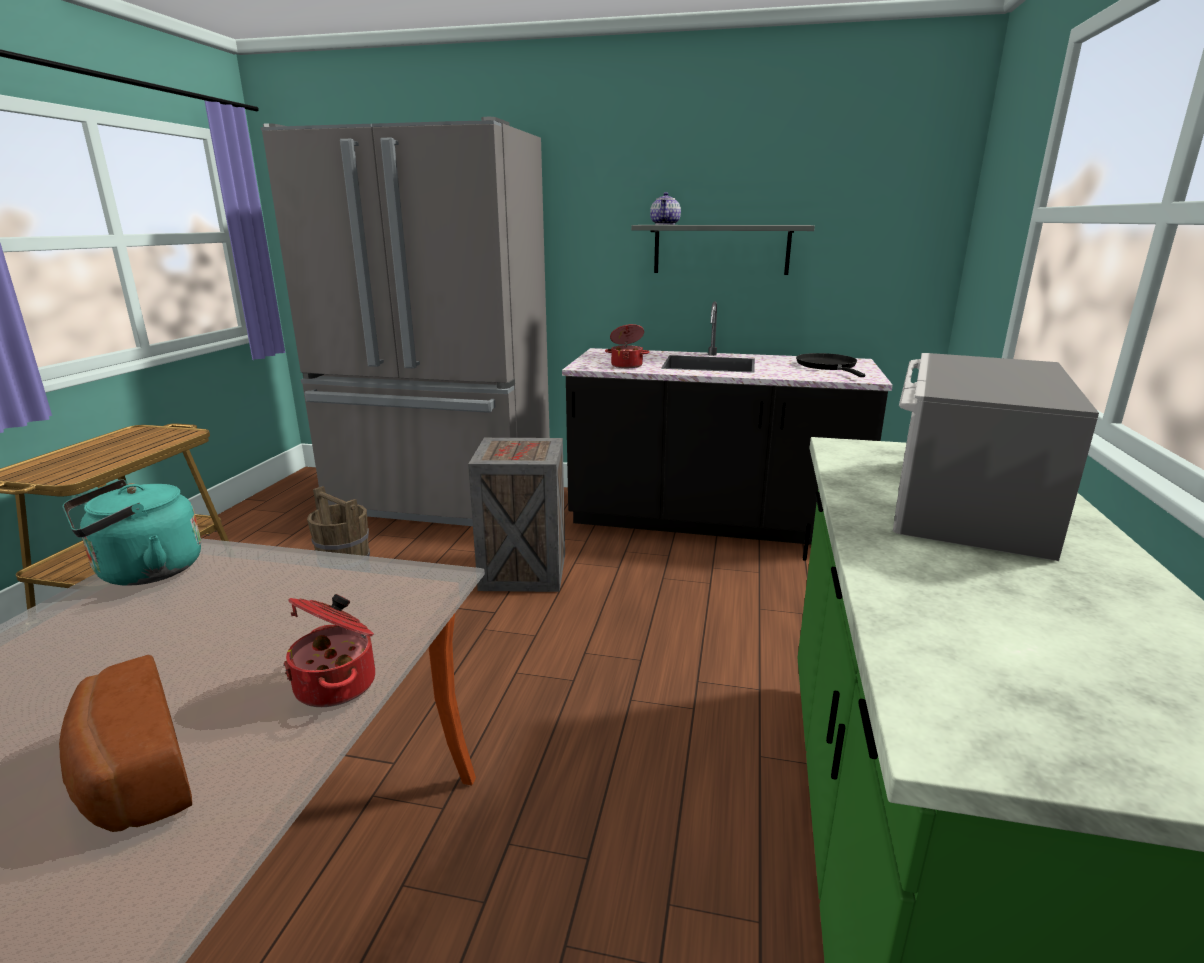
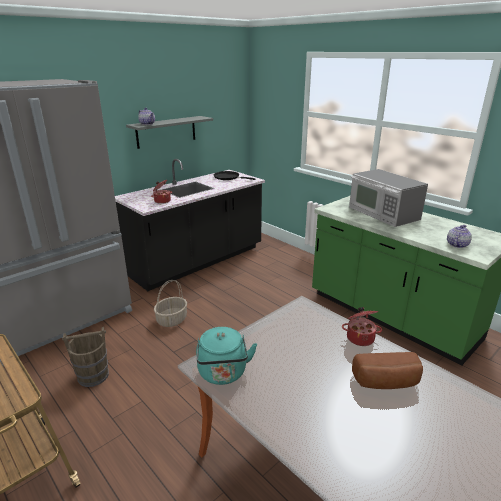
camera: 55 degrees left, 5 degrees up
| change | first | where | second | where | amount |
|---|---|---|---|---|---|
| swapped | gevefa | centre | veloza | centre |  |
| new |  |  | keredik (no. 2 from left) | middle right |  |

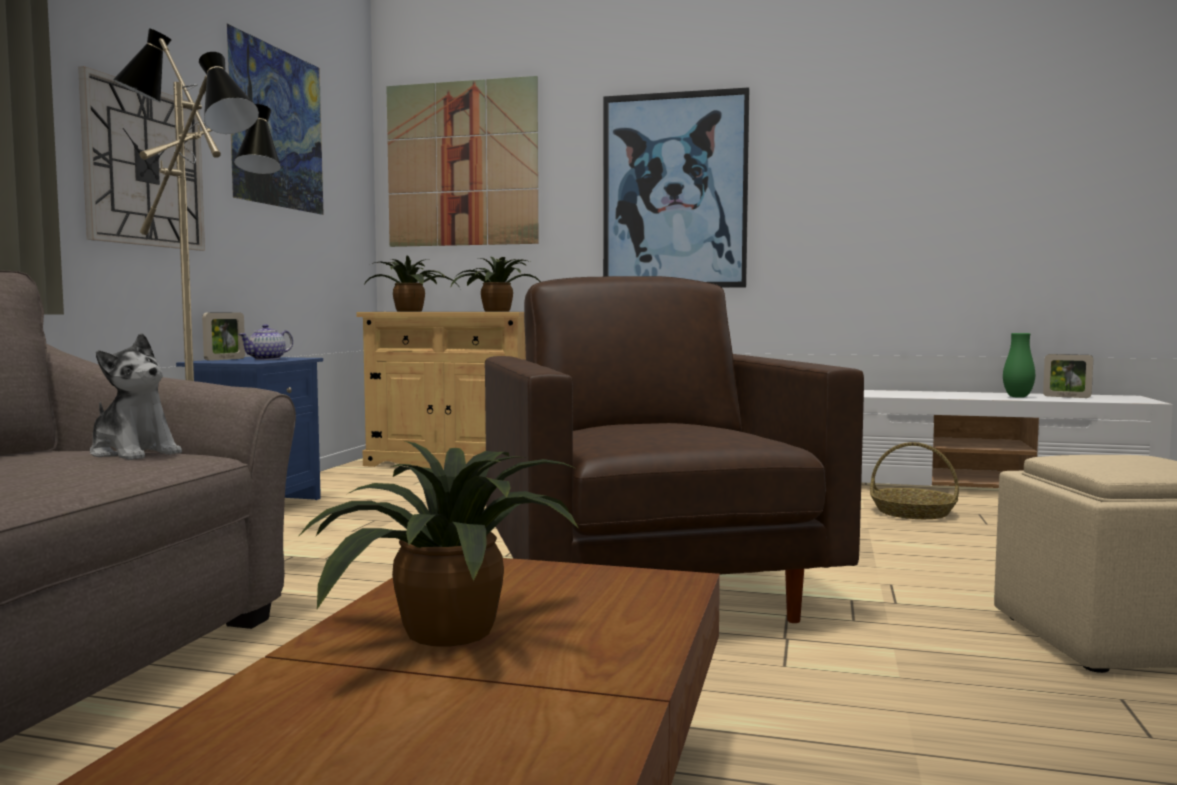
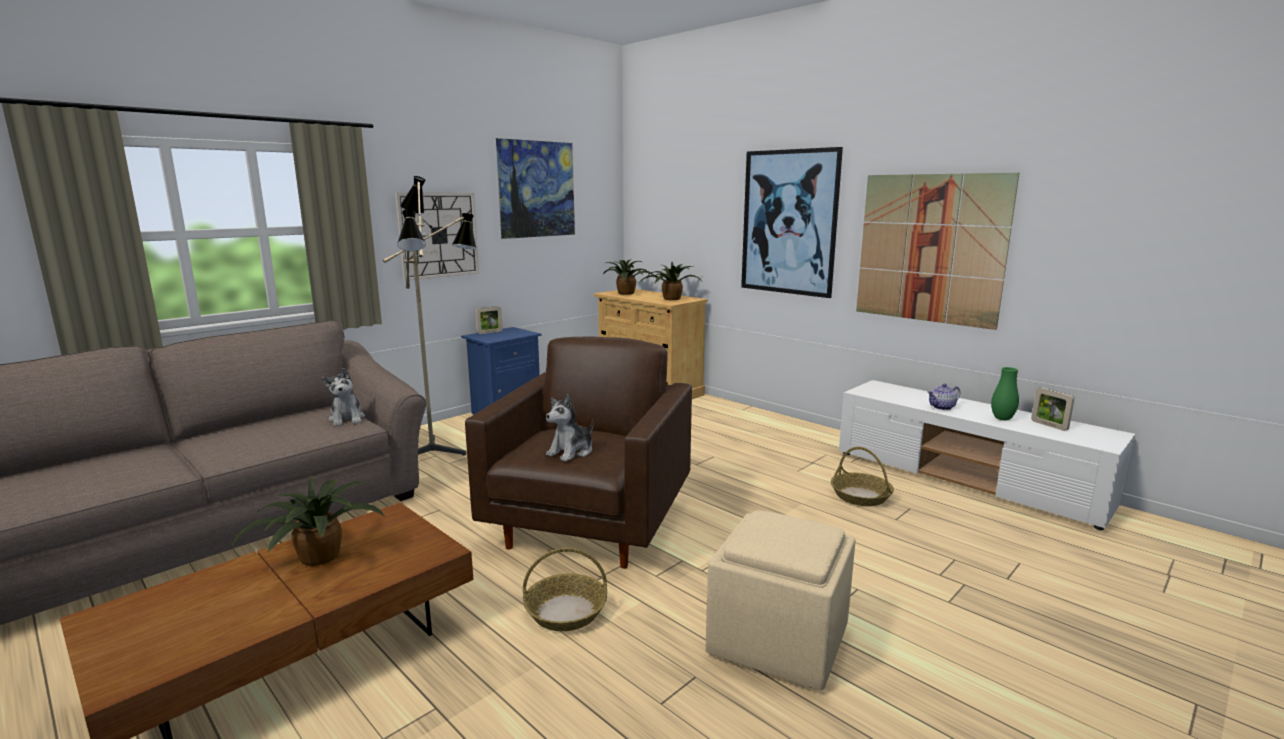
camera: 30 degrees right, 10 degrees up
| change | first | where | second | where | amount |
|---|---|---|---|---|---|
| shifted | keredik | middle left |  | middle right |  |
| shifted | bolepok (no. 2 from left in the first image) | top centre | bolepok (no. 3 from left) | middle right |  |
| new |  |  | veloza (no. 1 from left) | bottom centre |  |
| new |  |  | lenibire (no. 2 from left) | centre |  |

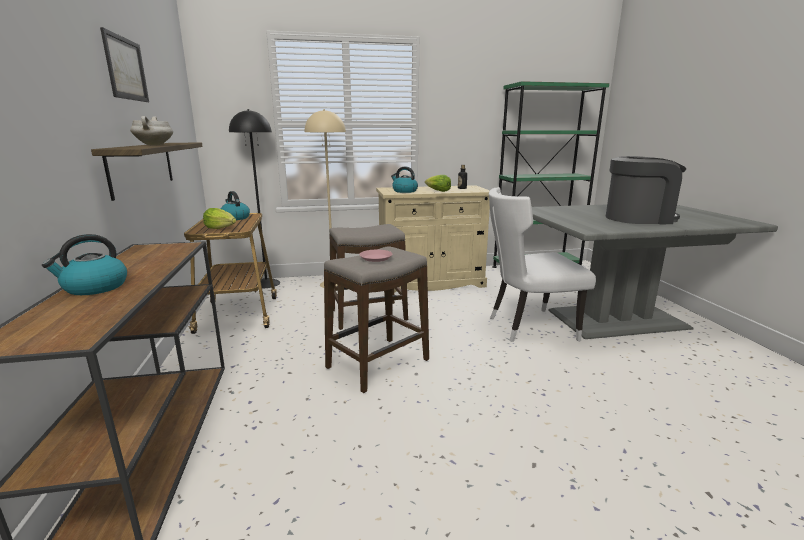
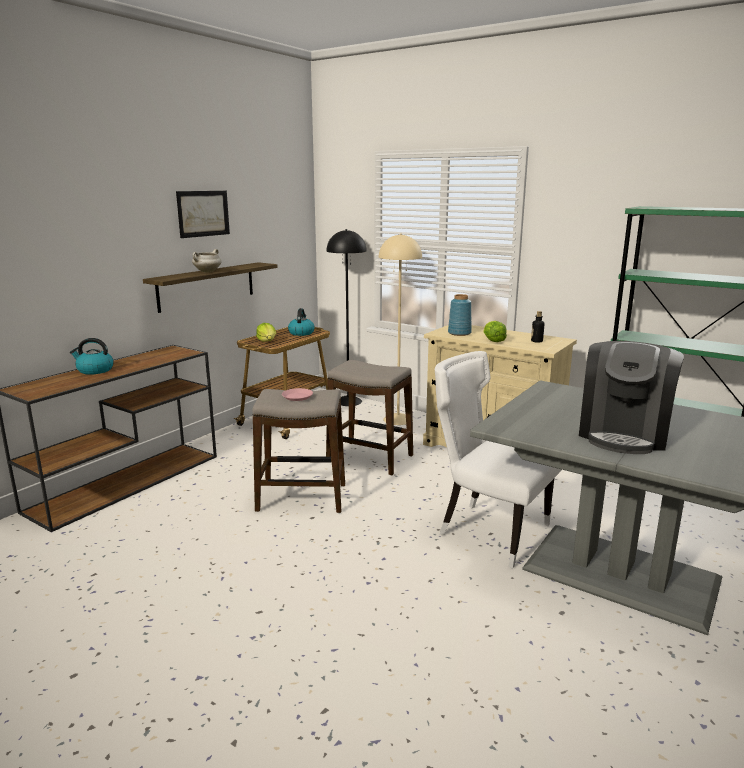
camera: 45 degrees right, 0 degrees up
| change | first | where | second | where | amount |
|---|---|---|---|---|---|
| swapped | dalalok (no. 3 from left) | centre | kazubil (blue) | centre |  |
| rotated | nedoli | middle right |  | middle right | 75 degrees clockwise |

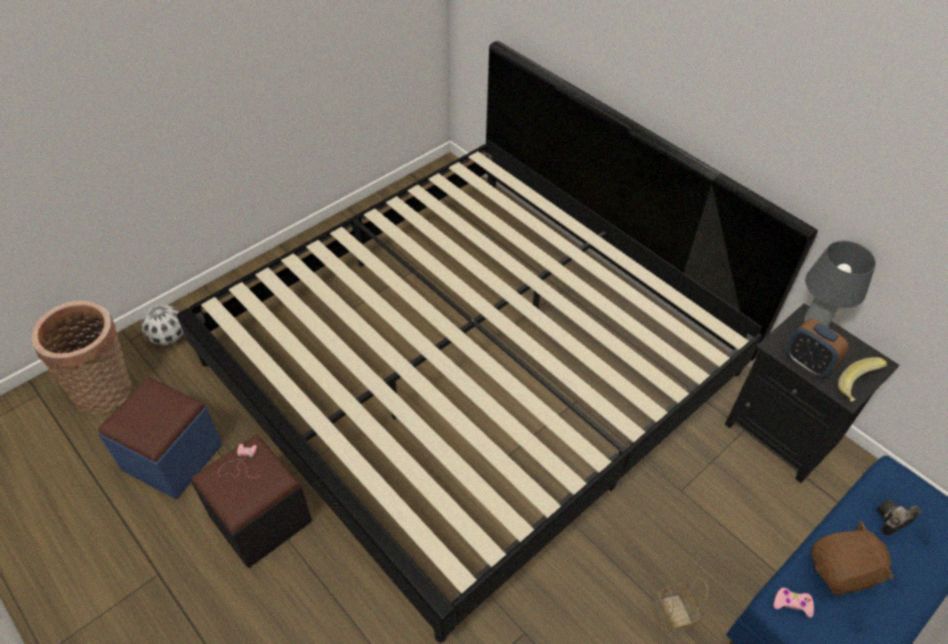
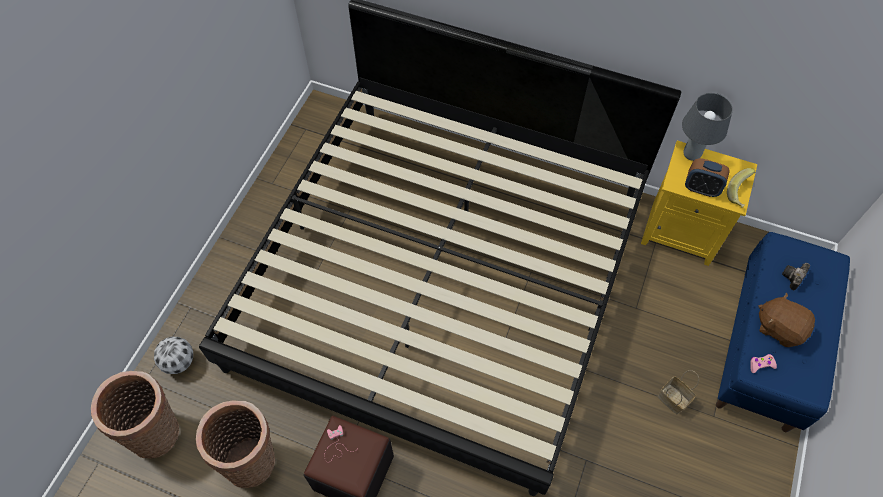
camera: 25 degrees left, 10 degrees up
| change | first | where | second | where | amount |
|---|---|---|---|---|---|
| swapped | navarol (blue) | bottom left | veloza (no. 2 from left) | bottom left |  |
| repainted | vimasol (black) | middle right | vimasol (yellow) | middle right |  |
| rotated | lenibire (brown) | bottom right |  | middle right | 105 degrees counterclockwise |

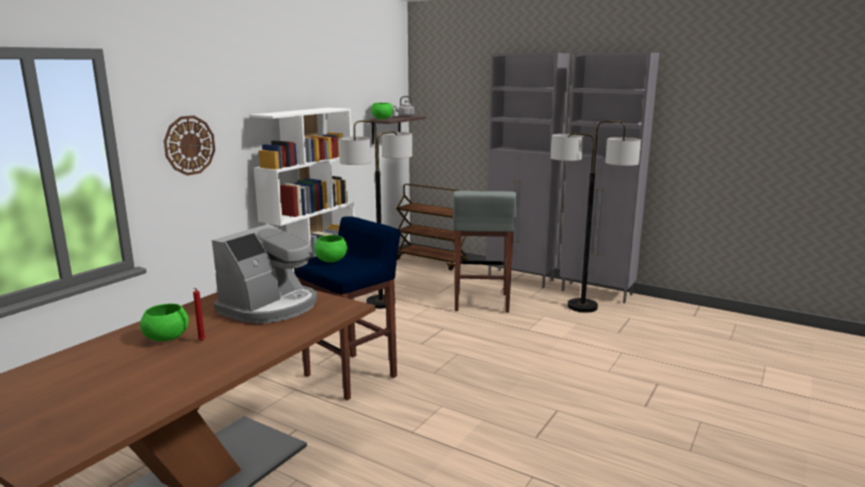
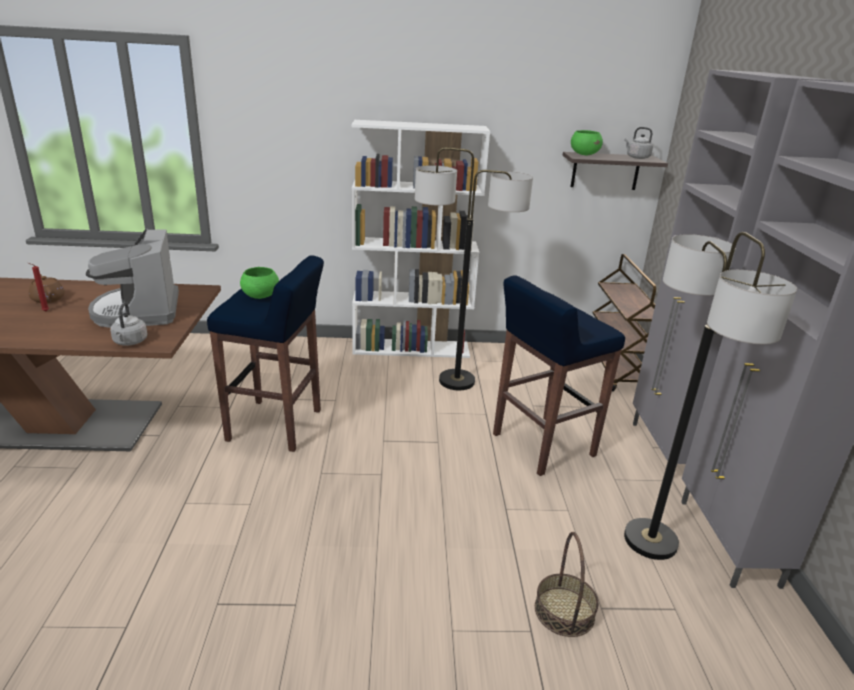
camera: 55 degrees right, 10 degrees up
| change | first | where | second | where | amount |
|---|---|---|---|---|---|
| swapped | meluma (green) (no. 1 from left) | middle left | keredik (brown) | middle left |  |
| gone | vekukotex | top left |  |  |  |
| rotated | nedoli | middle left |  | middle left | 75 degrees clockwise |
| repainted | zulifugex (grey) | centre | zulifugex (blue) (no. 2 from left) | centre |  |
| new |  |  | dalalok (grey) (no. 1 from left) | middle left |  |
| new |  |  | veloza | bottom centre |  |

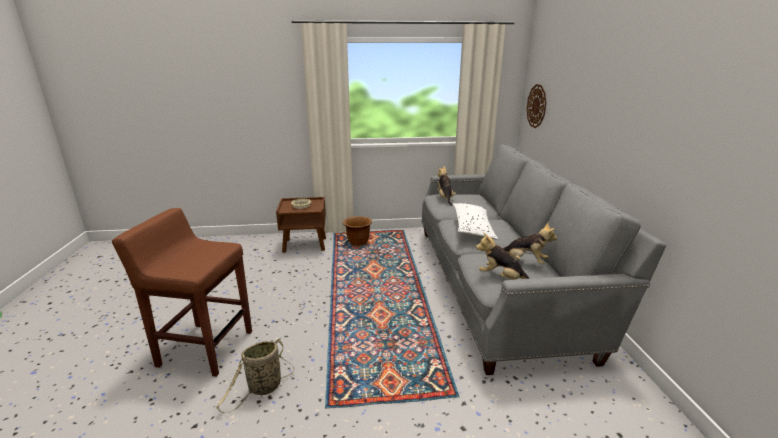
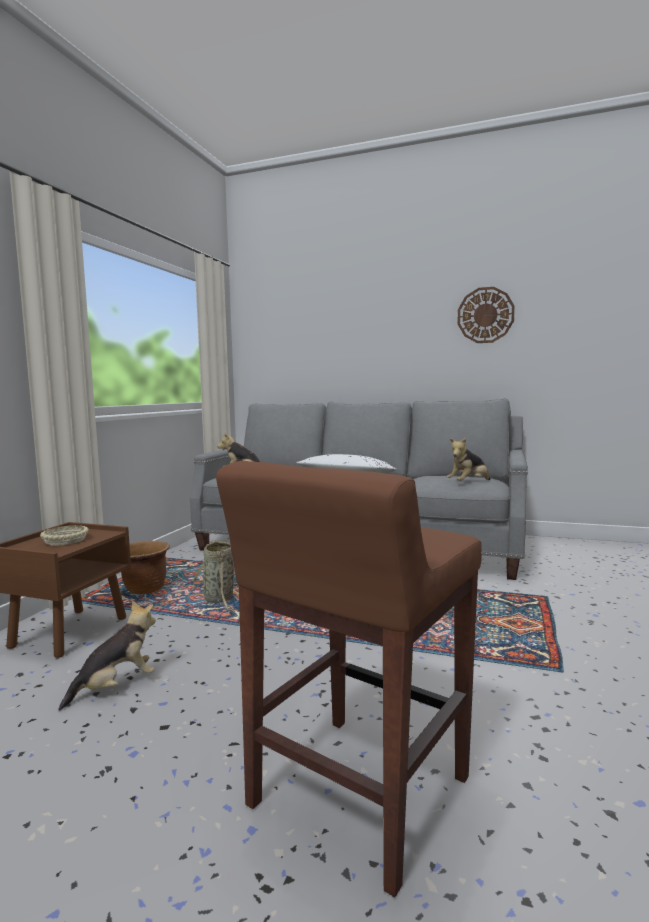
camera: 65 degrees left, 15 degrees down
| change | first | where | second | where | amount |
|---|---|---|---|---|---|
| shifted | veloza | bottom left |  | middle left |  |
| shifted | lenibire (no. 3 from left in the first image) | middle right | lenibire (no. 1 from left) | bottom left |  |
| shifted | vekukotex | top right |  | middle right |  |

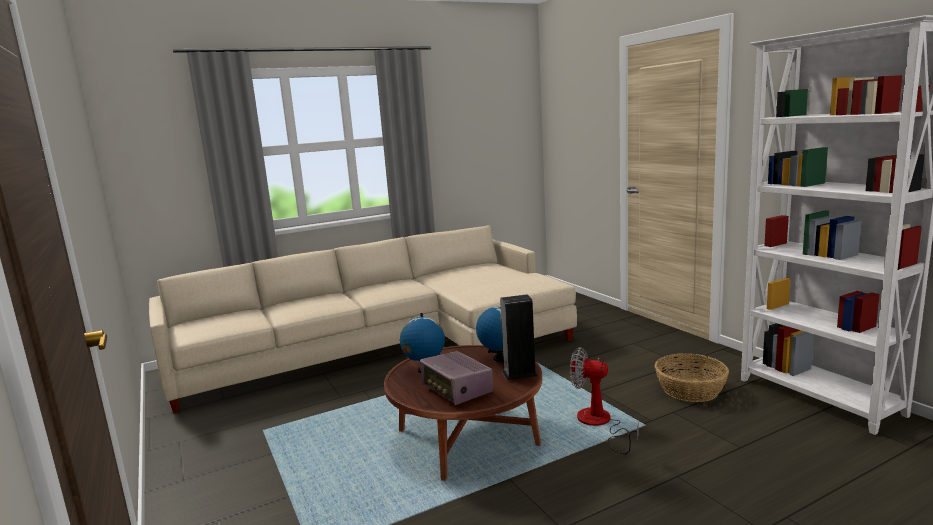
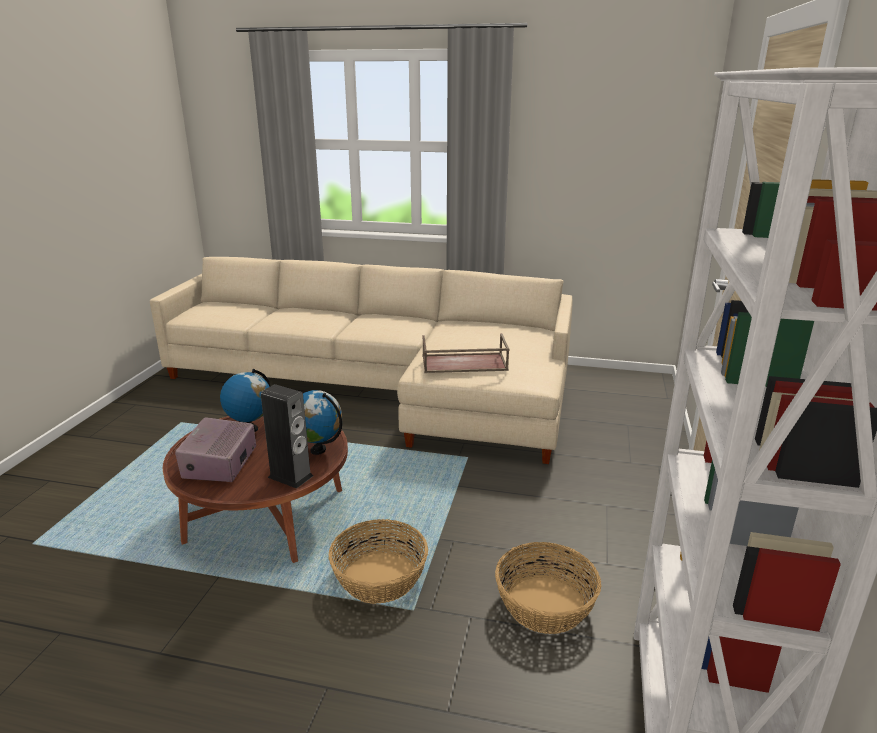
camera: 40 degrees right, 10 degrees up
| change | first | where | second | where | amount |
|---|---|---|---|---|---|
| swapped | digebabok | bottom centre | veloza (no. 1 from left) | bottom centre |  |
| new |  |  | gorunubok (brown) | centre |  |

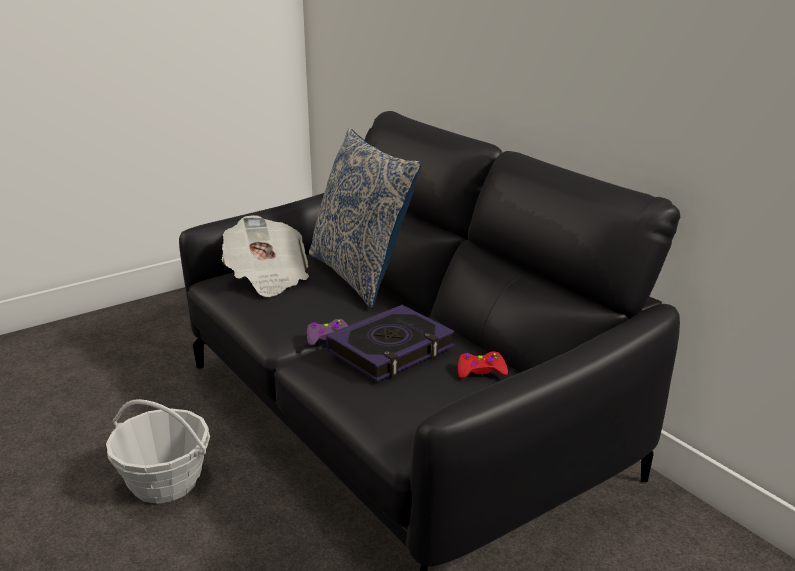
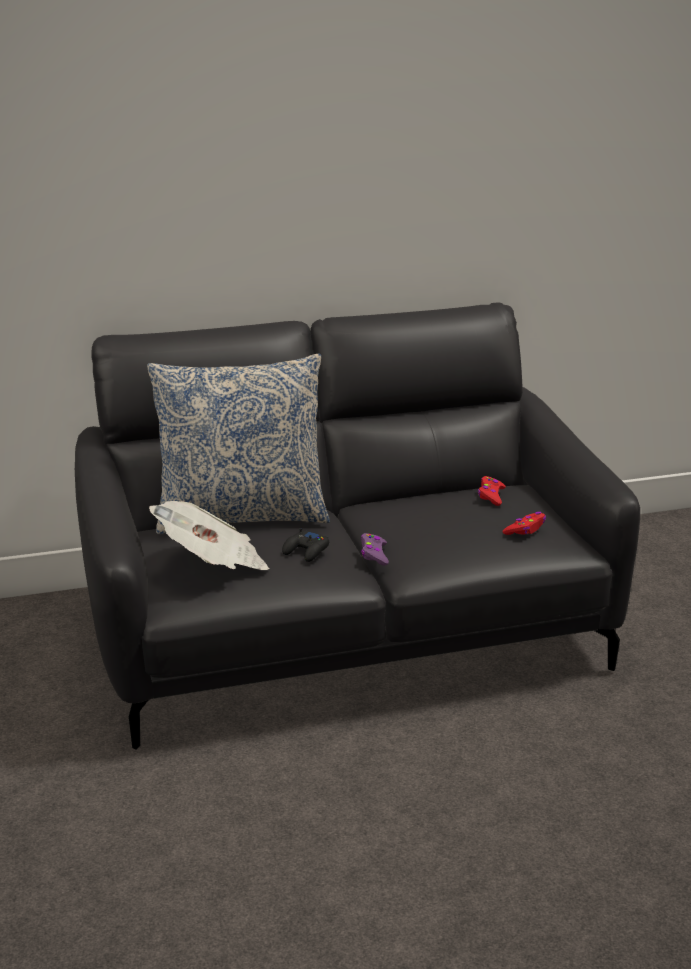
camera: 70 degrees left, 0 degrees up
| change | first | where | second | where | amount |
|---|---|---|---|---|---|
| gone | veloza | bottom left |  |  |  |
| gone | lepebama | centre |  |  |  |
| new |  |  | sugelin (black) | centre |  |
| new |  |  | sugelin (red) (no. 2 from left) | middle right |  |

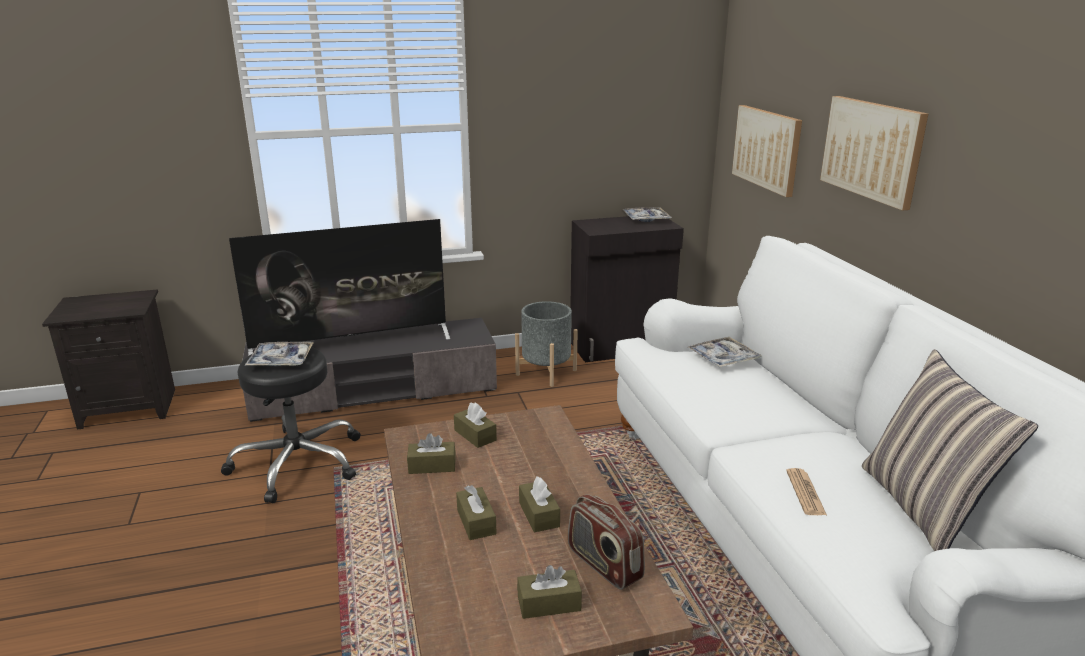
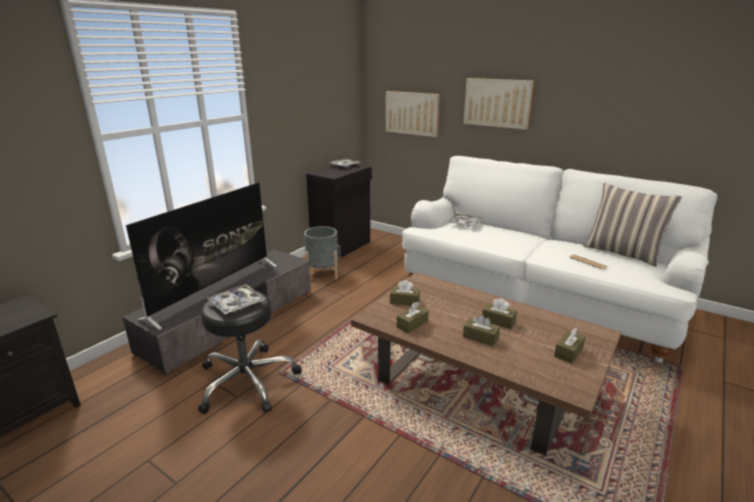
camera: 40 degrees left, 0 degrees up
| change | first | where | second | where | amount |
|---|---|---|---|---|---|
| gone | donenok | bottom centre |  |  |  |

